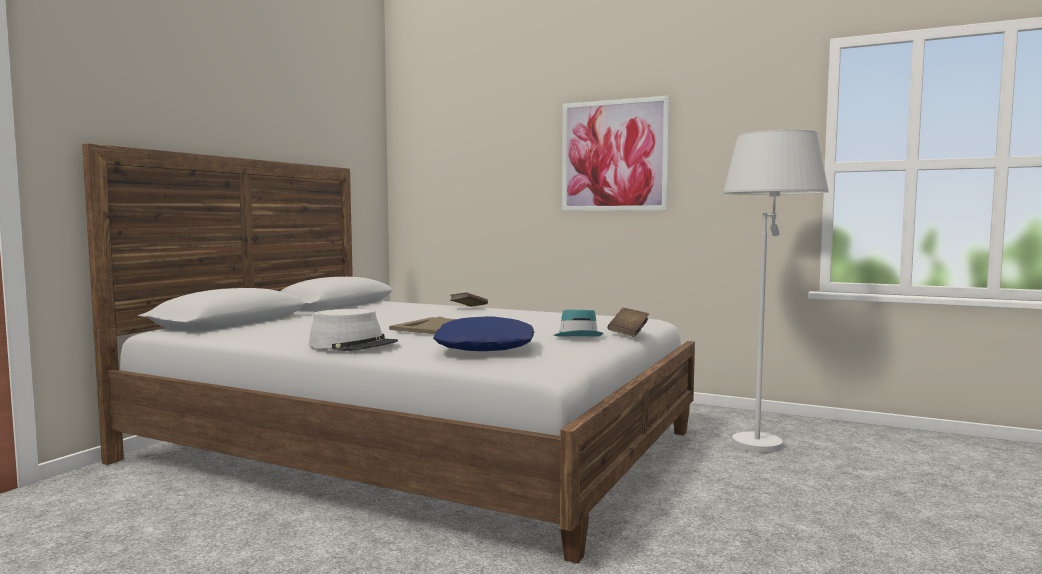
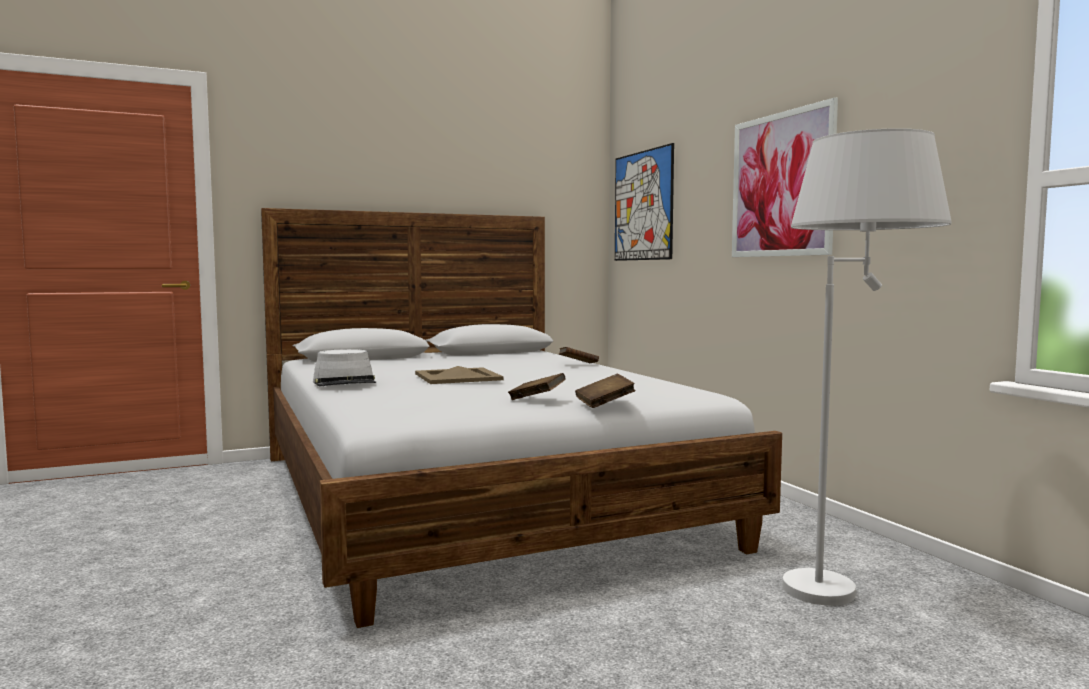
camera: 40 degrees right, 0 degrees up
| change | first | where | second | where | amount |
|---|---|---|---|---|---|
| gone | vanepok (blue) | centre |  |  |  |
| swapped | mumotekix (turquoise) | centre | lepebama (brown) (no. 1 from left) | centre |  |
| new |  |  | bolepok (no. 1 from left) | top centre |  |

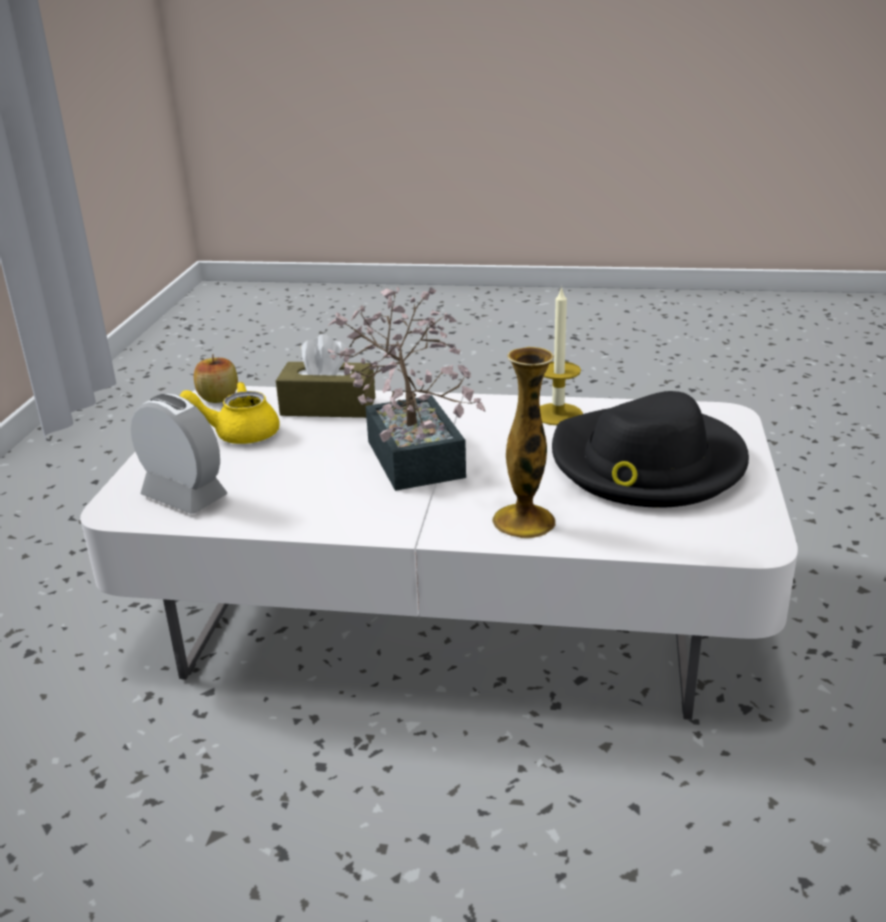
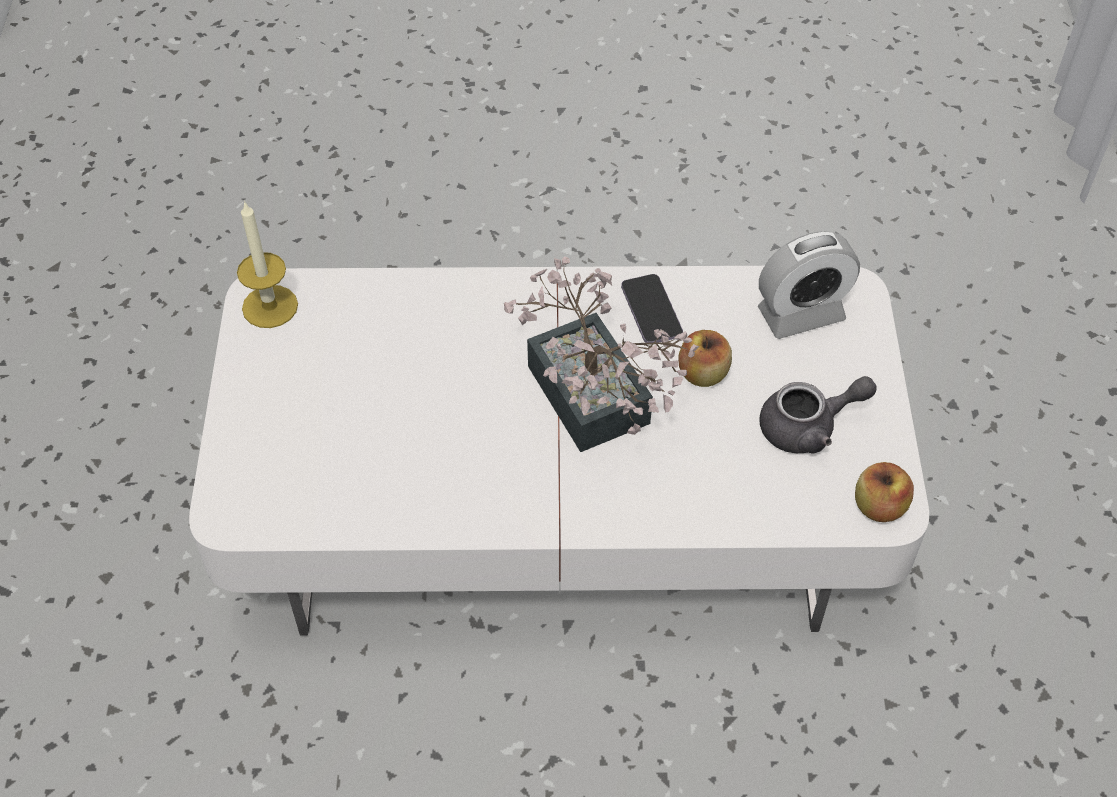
camera: 170 degrees right, 25 degrees up
| change | first | where | second | where | amount |
|---|---|---|---|---|---|
| rotated | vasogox | middle left |  | middle right | 45 degrees counterclockwise |
| repainted | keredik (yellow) | middle left | keredik (grey) | middle right |  |
| gone | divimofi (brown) | centre |  |  |  |
| gone | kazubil | centre |  |  |  |
| shifted | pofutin | centre |  | top left |  |
| gone | mumotekix (black) | middle right |  |  |  |
| new |  |  | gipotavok | centre |  |
| new |  |  | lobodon (no. 1 from left) | centre |  |

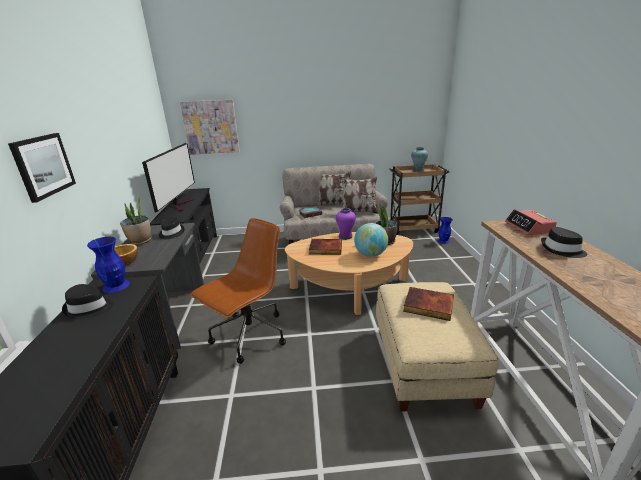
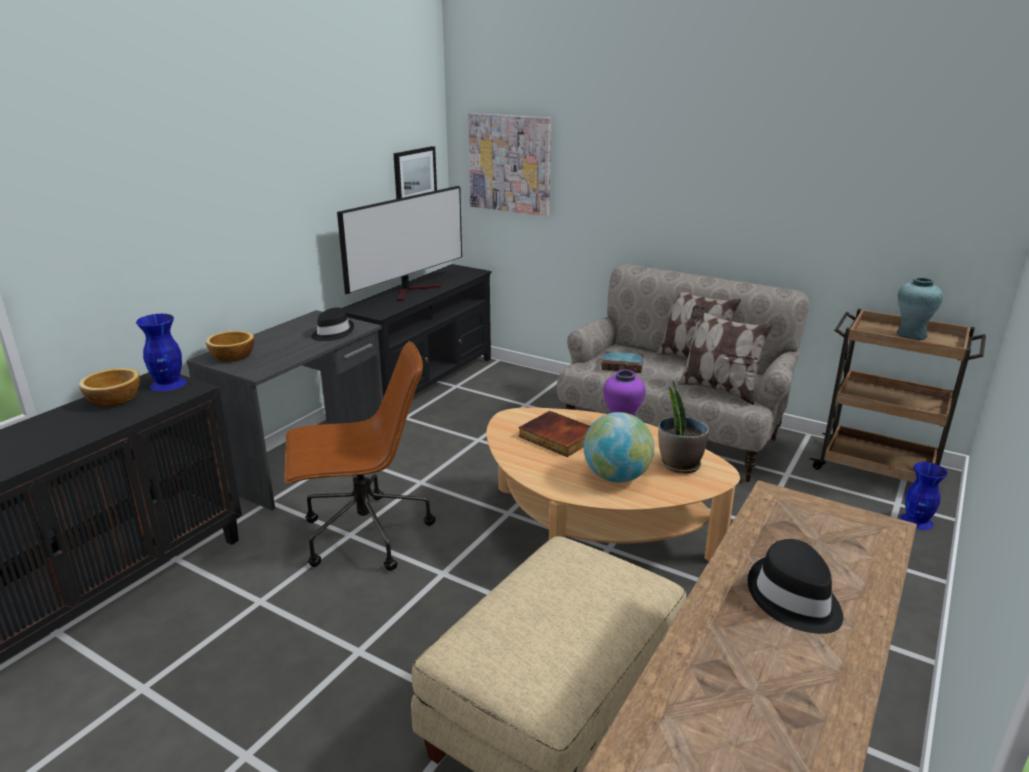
camera: 35 degrees right, 0 degrees up
| change | first | where | second | where | amount |
|---|---|---|---|---|---|
| shifted | bolepok (no. 1 from left) | middle left |  | top centre |  |
| swapped | mumotekix (black) (no. 1 from left) | middle left | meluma (no. 1 from left) | middle left |  |
| gone | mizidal (no. 1 from left) | middle left |  |  |  |
| gone | lepebama (no. 3 from left) | middle right |  |  |  |
| gone | vasogox | middle right |  |  |  |

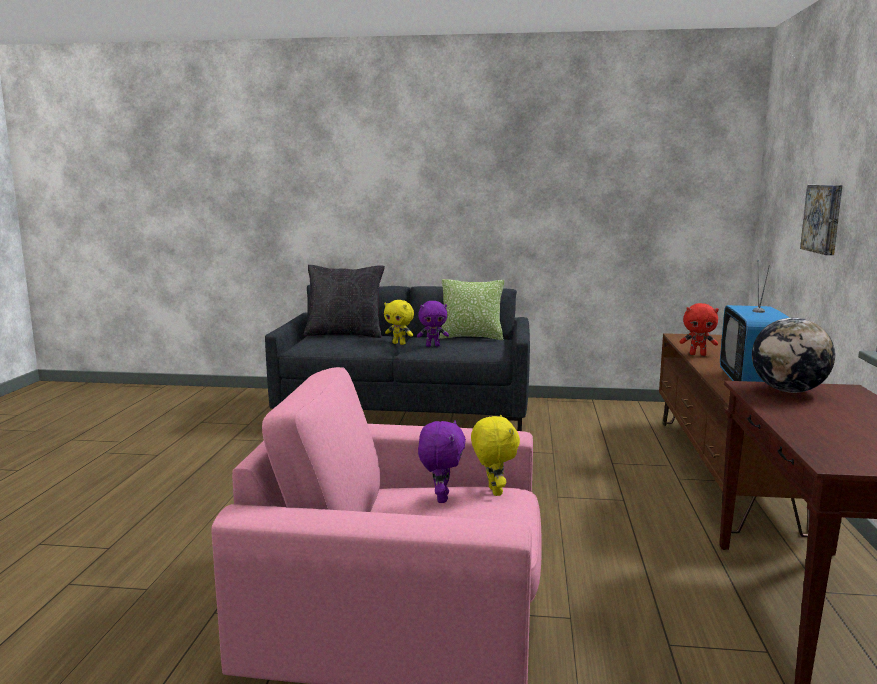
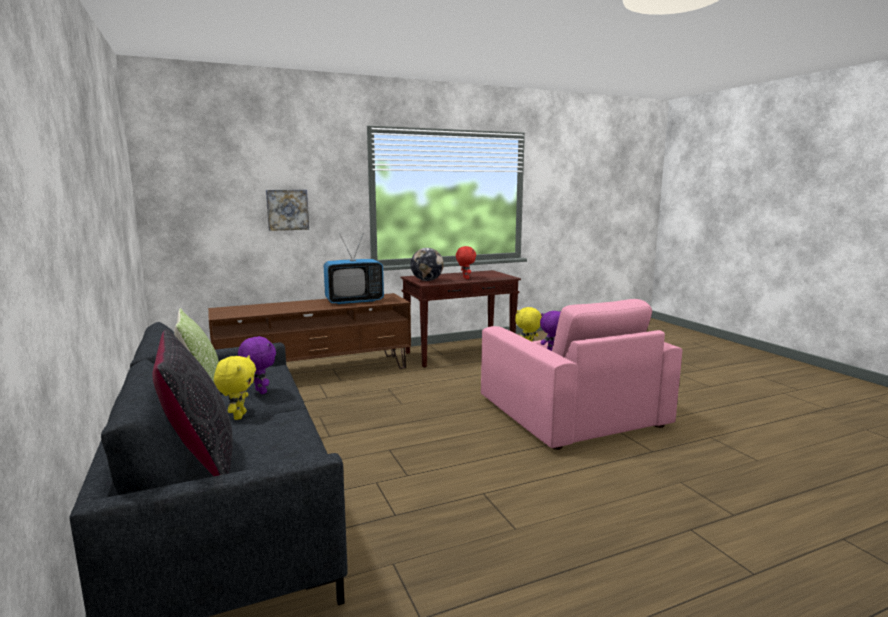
camera: 120 degrees left, 0 degrees up
| change | first | where | second | where | amount |
|---|---|---|---|---|---|
| shifted | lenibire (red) | middle right |  | centre |  |

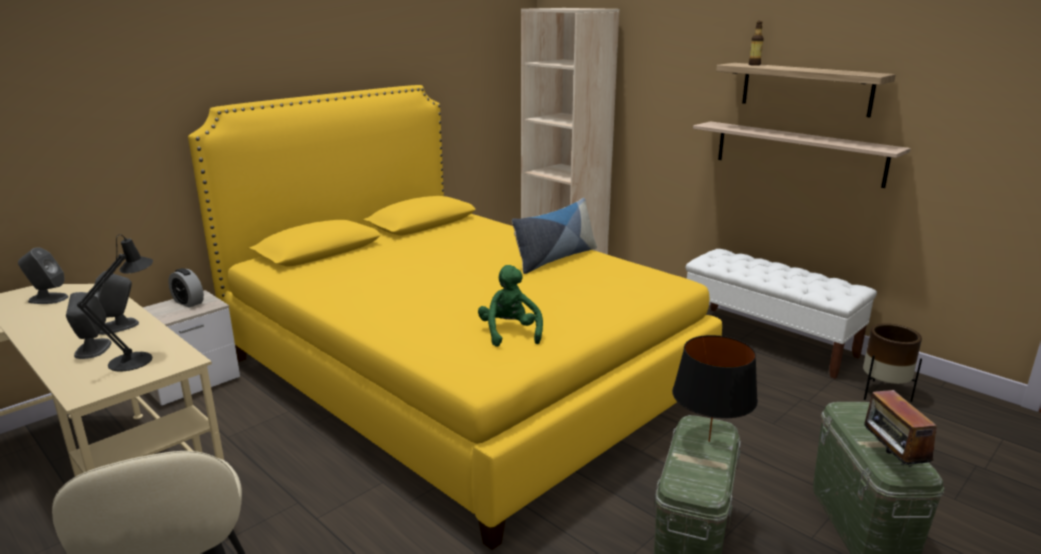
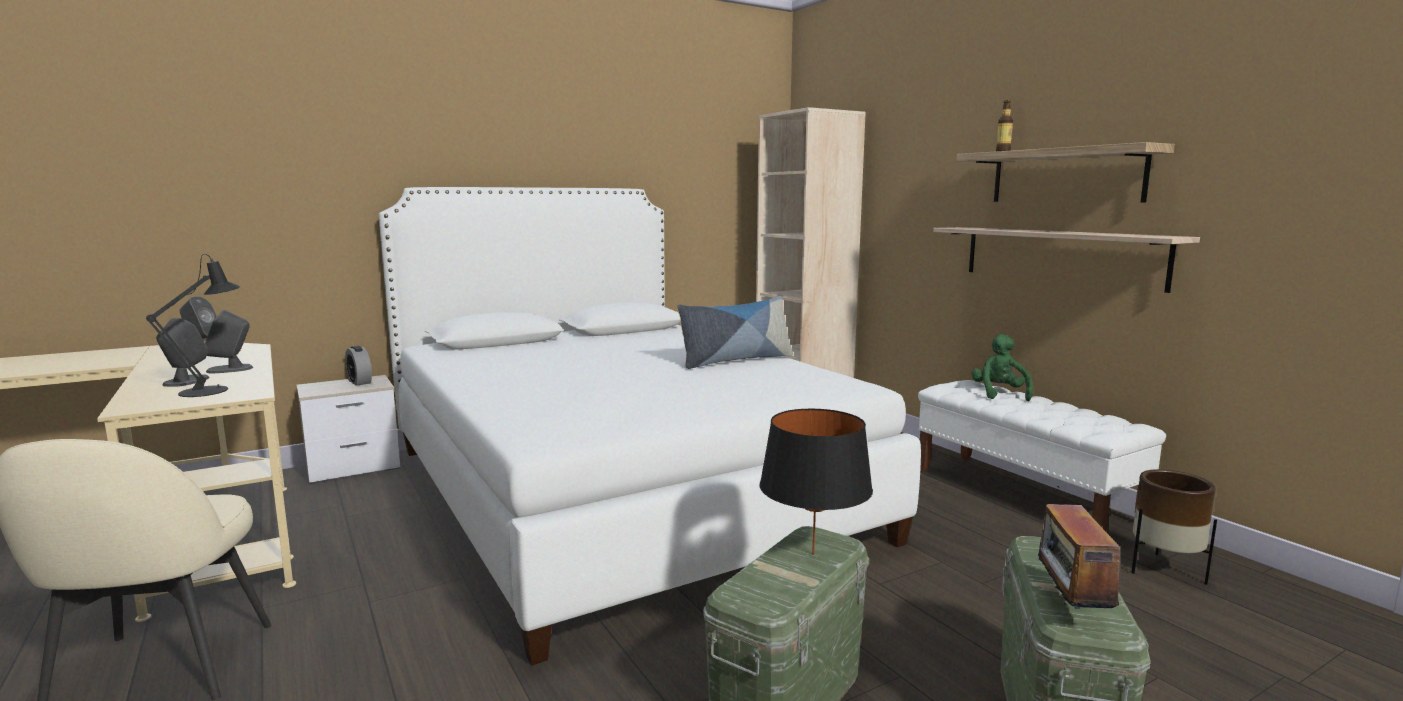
camera: 15 degrees right, 10 degrees down
| change | first | where | second | where | amount |
|---|---|---|---|---|---|
| repainted | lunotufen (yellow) | centre | lunotufen (white) | centre |  |
| shifted | lenibire (green) | centre |  | middle right |  |

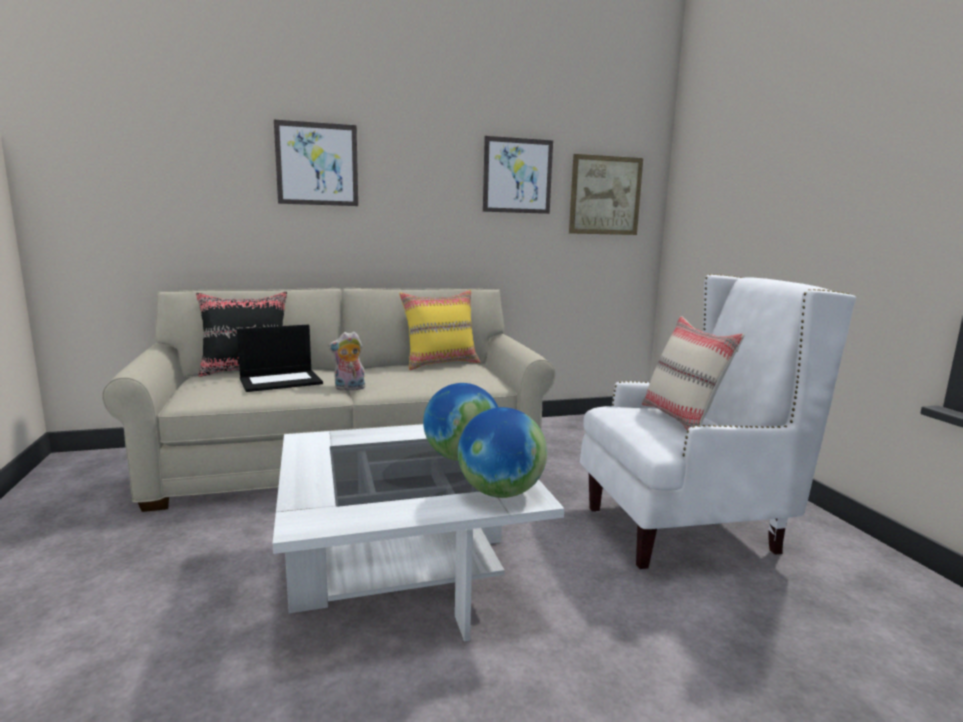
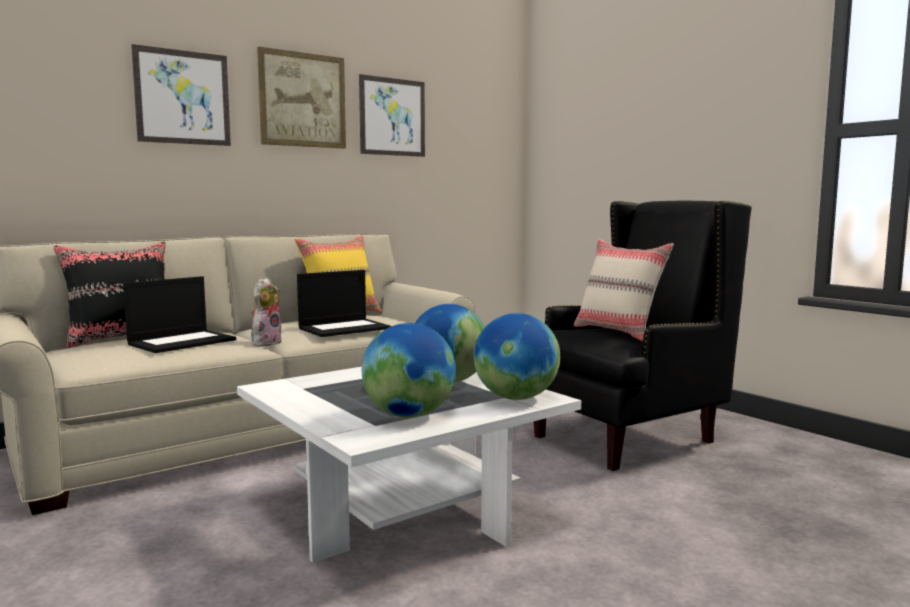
camera: 20 degrees left, 5 degrees down
| change | first | where | second | where | amount |
|---|---|---|---|---|---|
| rotated | lenibire | centre |  | middle left | 150 degrees clockwise |
| shifted | bolepok (no. 3 from left in the first image) | top centre | bolepok (no. 2 from left) | top left |  |
| repainted | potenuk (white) | middle right | potenuk (black) | middle right |  |
| new |  |  | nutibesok (no. 2 from left) | centre |  |
| new |  |  | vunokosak (no. 1 from left) | centre |  |

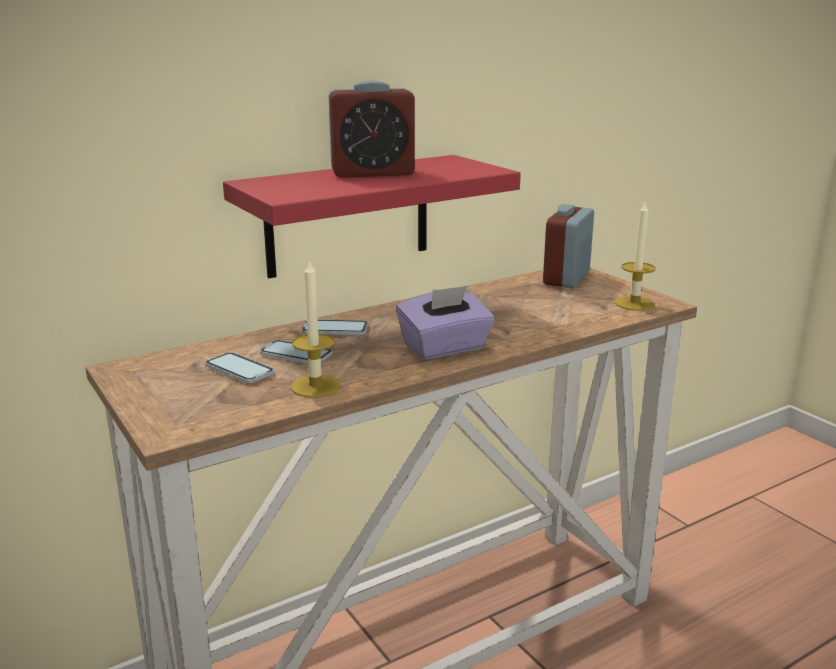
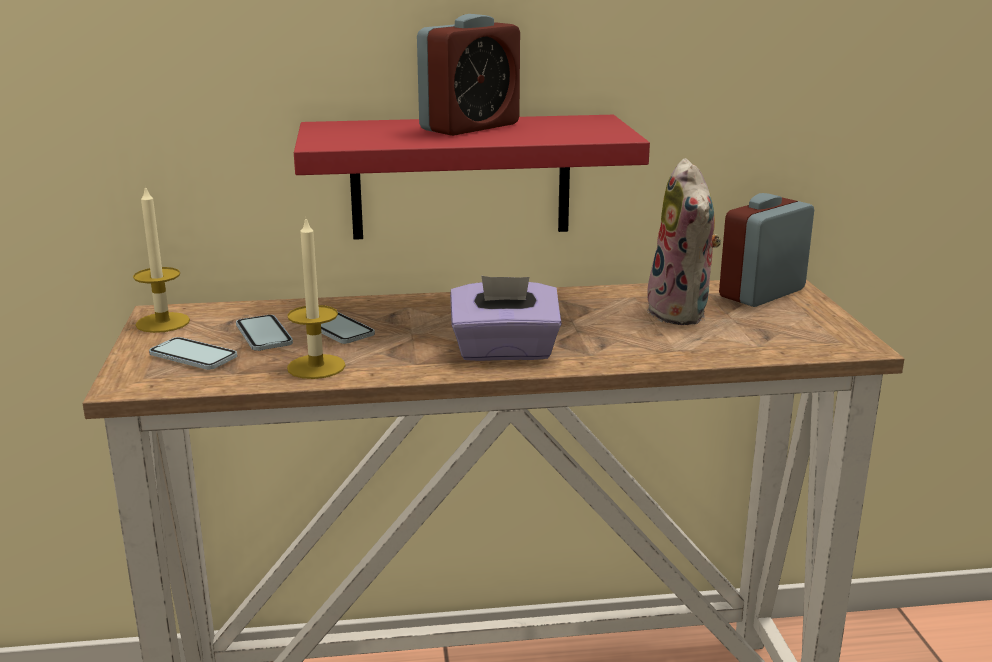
camera: 25 degrees right, 0 degrees up
| change | first | where | second | where | amount |
|---|---|---|---|---|---|
| shifted | gipotavok (no. 3 from left in the first image) | centre | gipotavok (no. 1 from left) | middle left |  |
| rotated | vasogox (no. 1 from left) | top centre |  | top centre | 60 degrees counterclockwise |
| shifted | pofutin (no. 2 from left in the first image) | middle right | pofutin (no. 1 from left) | middle left |  |
| new |  |  | lenibire | middle right |  |

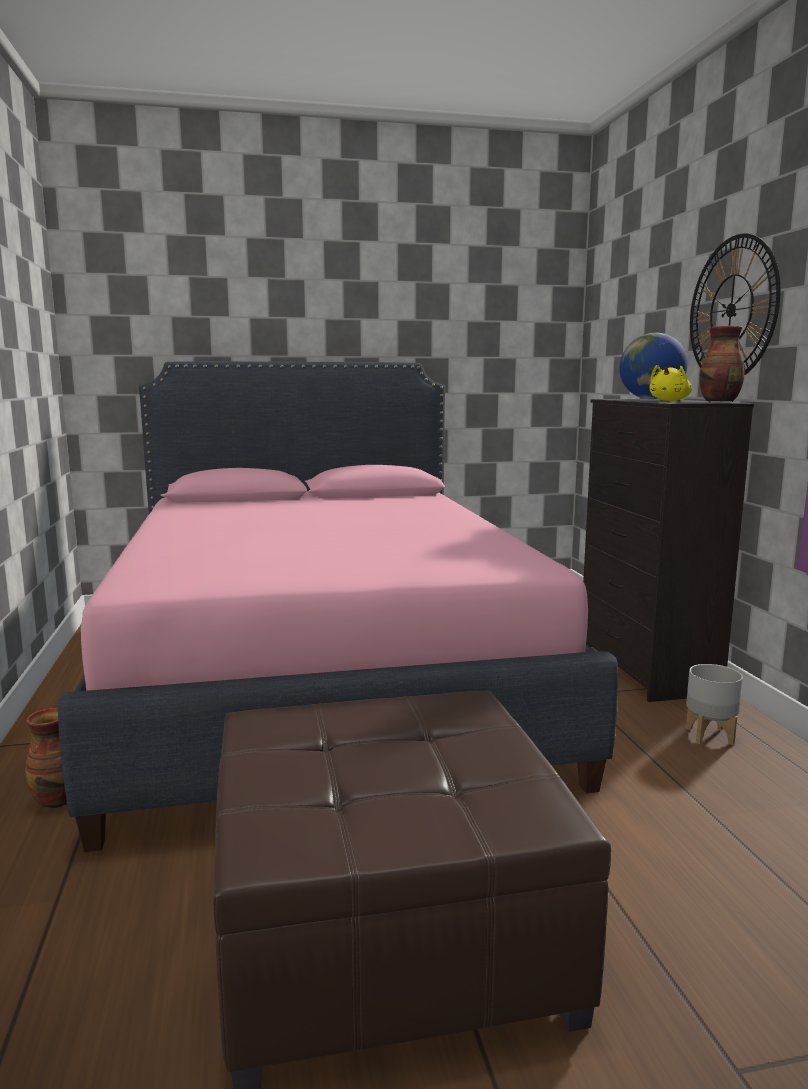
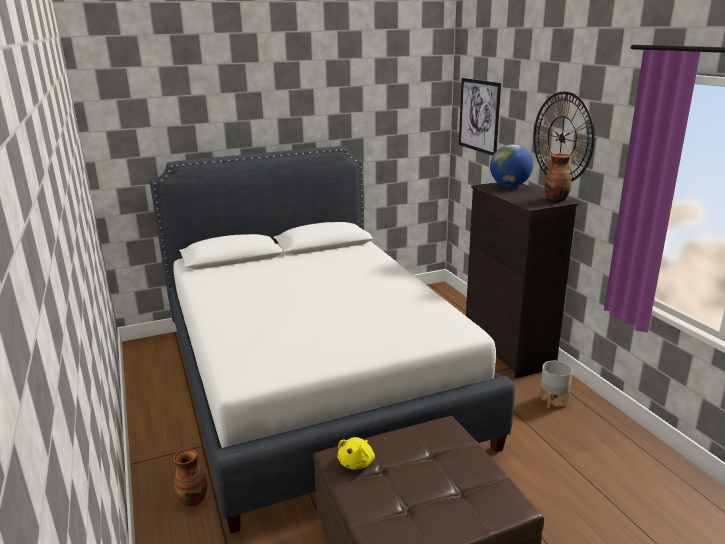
camera: 10 degrees left, 10 degrees up
| change | first | where | second | where | amount |
|---|---|---|---|---|---|
| repainted | lunotufen (pink) | centre | lunotufen (white) | centre |  |
| shifted | lenibire (yellow) | middle right |  | bottom centre |  |
| new |  |  | bolepok | top centre |  |

